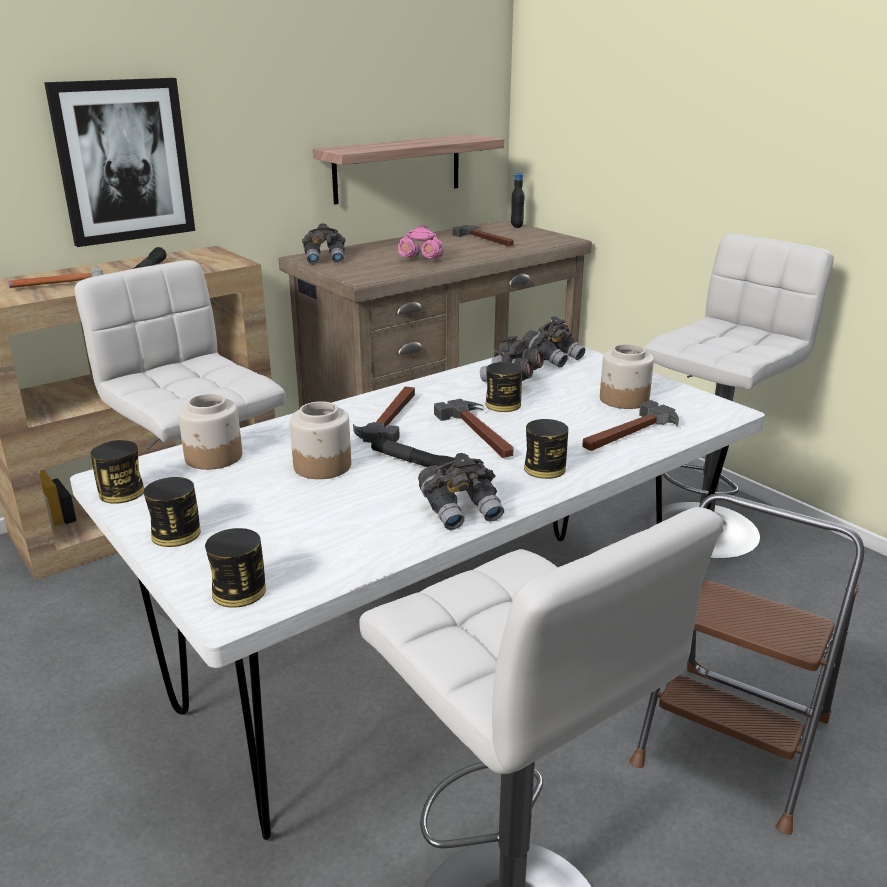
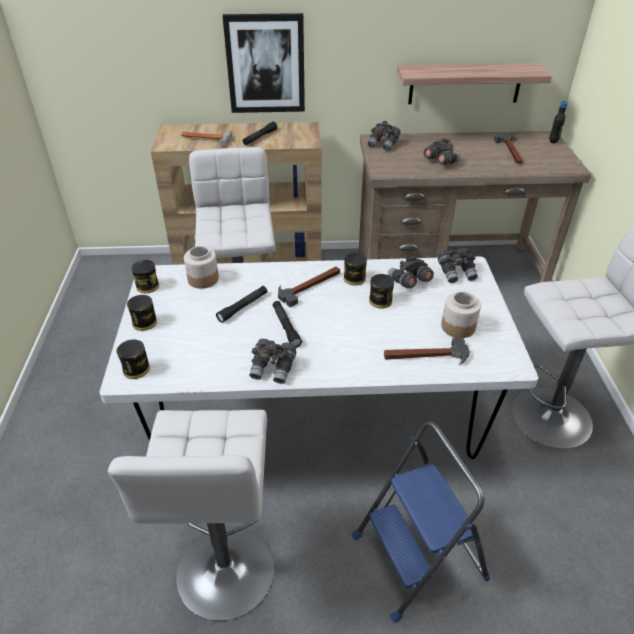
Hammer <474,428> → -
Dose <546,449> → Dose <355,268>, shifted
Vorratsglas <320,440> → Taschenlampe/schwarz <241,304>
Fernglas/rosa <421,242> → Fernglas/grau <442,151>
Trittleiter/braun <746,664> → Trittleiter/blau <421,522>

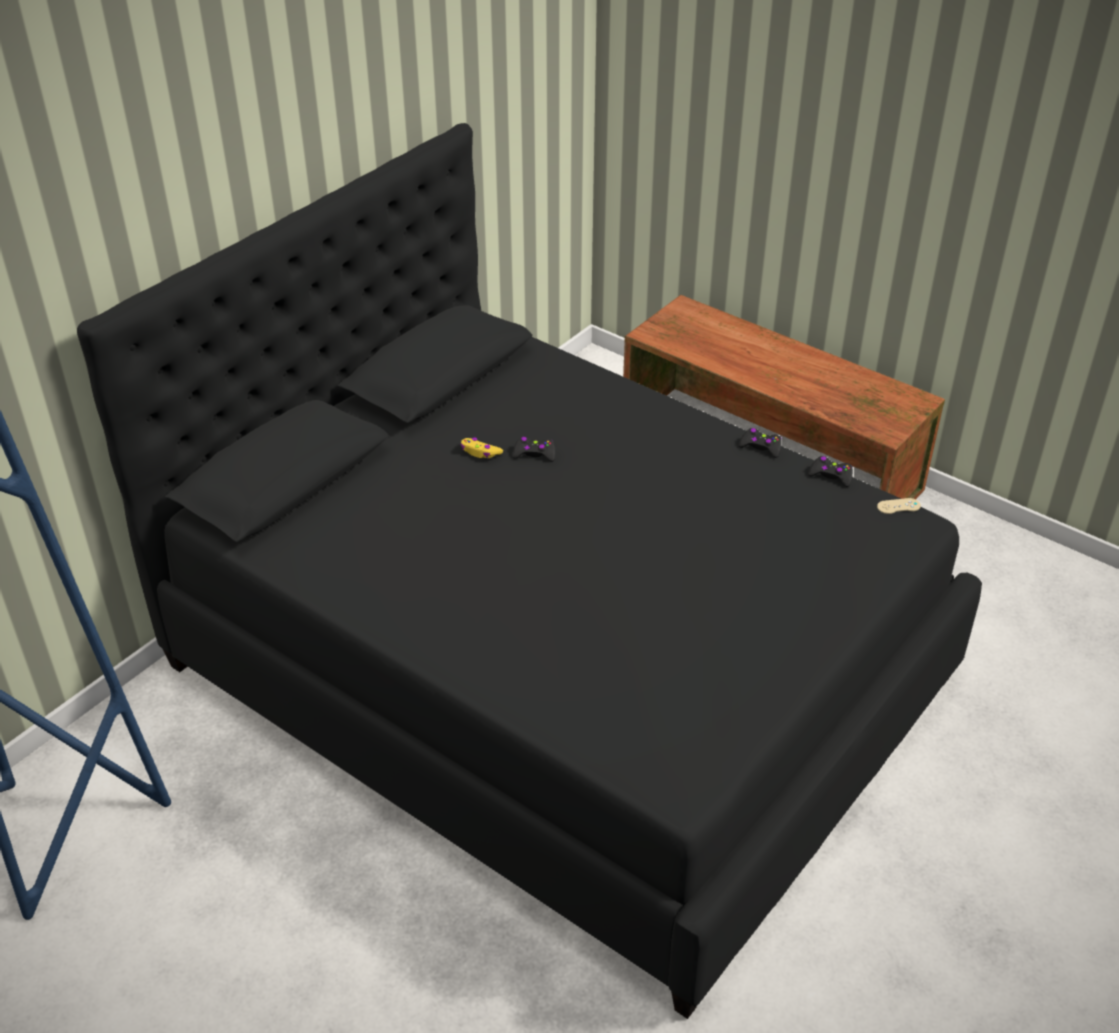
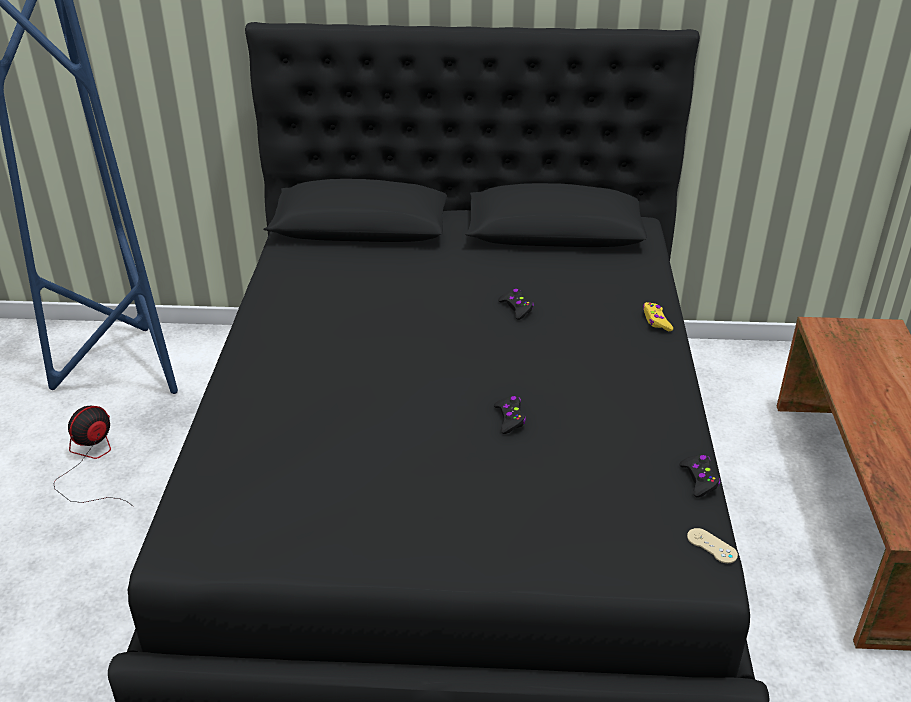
- → Ventilator <93,456>
Gamepad/gelb <481,448> → Gamepad/gelb <658,316>, shifted
Gamepad/schwarz <760,443> → Gamepad/schwarz <510,415>, shifted

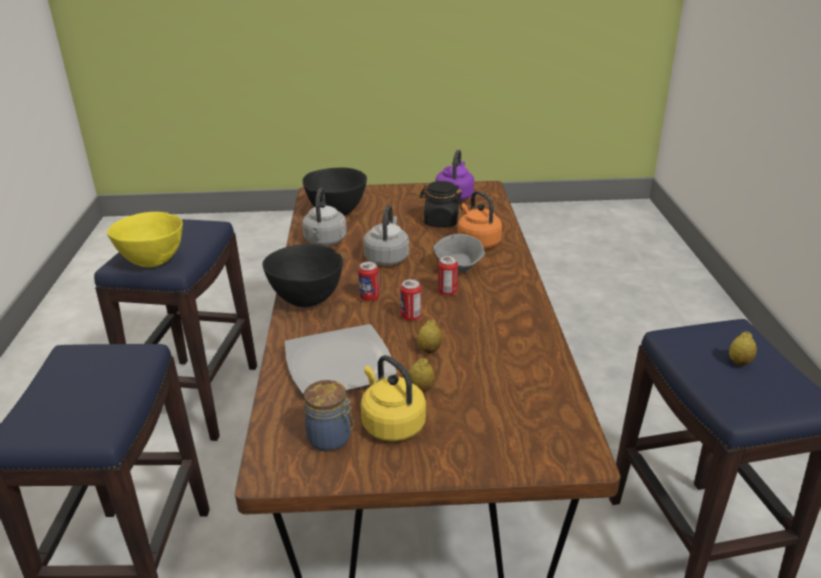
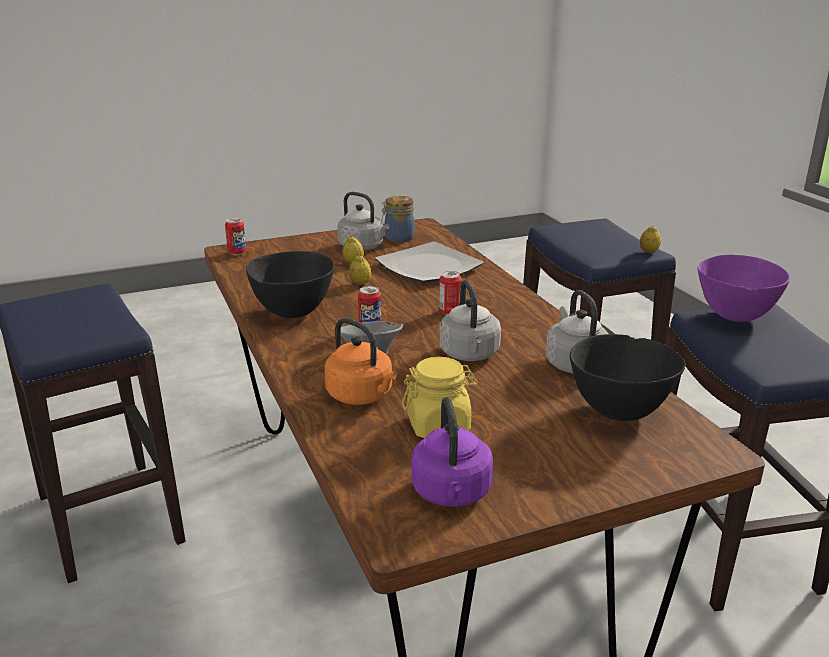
Schüssel/schwarz <302,275> → Schüssel/schwarz <290,284>, shifted
Dose <411,300> → Dose <235,236>, shifted
Zitrone <743,349> → Zitrone <650,239>, shifted
Schüssel/gelb <145,239> → Schüssel/lila <744,288>
Wasserkessel/gelb <393,398> → Wasserkessel/grau <363,221>
Vorratsglas/schwarz <441,204> → Vorratsglas/gelb <440,397>

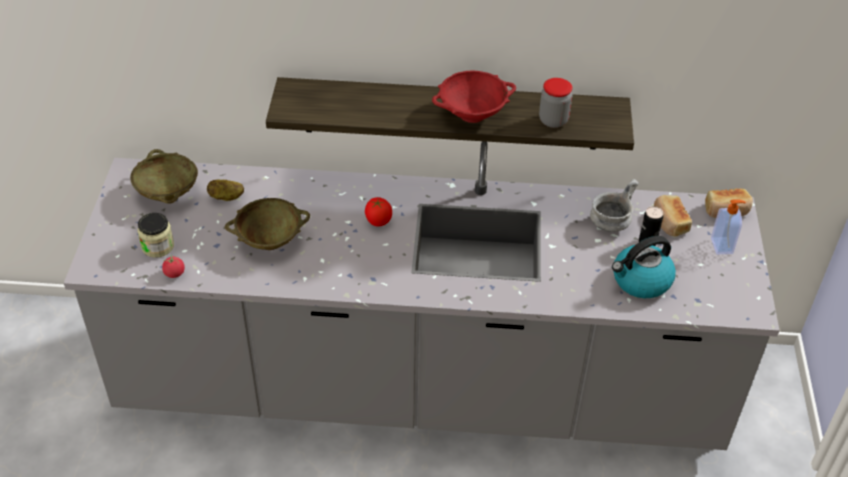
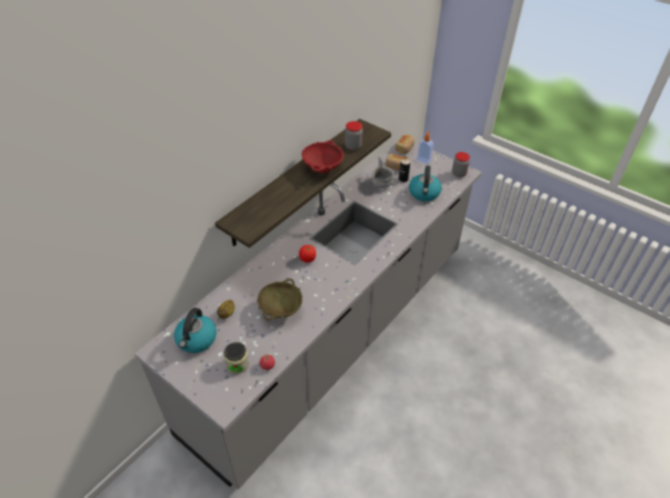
- → Vorratsglas <461,164>
Schüssel/beige <164,176> → Wasserkessel <195,330>

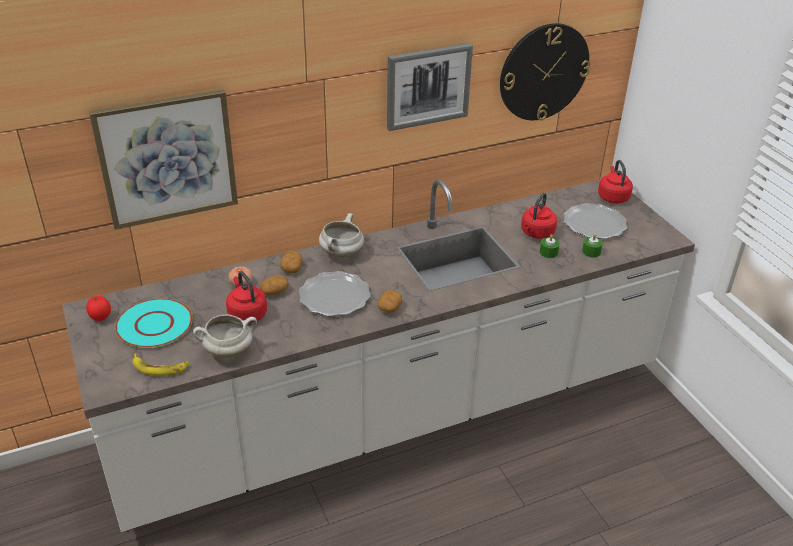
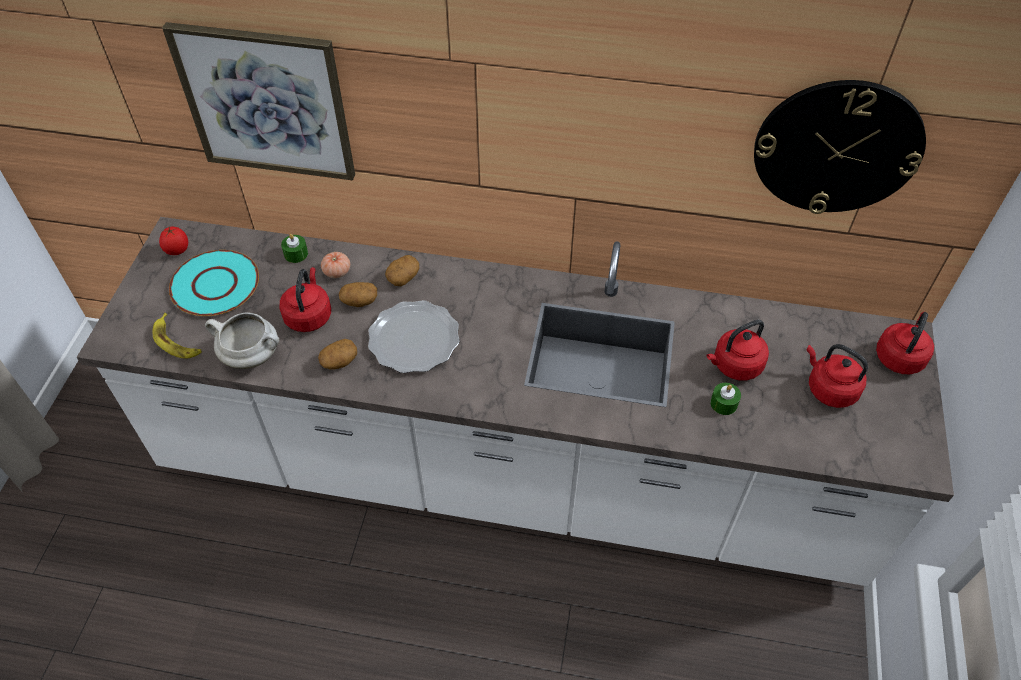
Kochtopf/weiß <341,235> → -
Bild <430,87> → -
Kartoffel <390,301> → Kartoffel <337,354>, shifted
Kerze/grün <592,245> → Kerze/grün <294,248>, shifted
Teller <595,221> → Wasserkessel/rot <837,376>

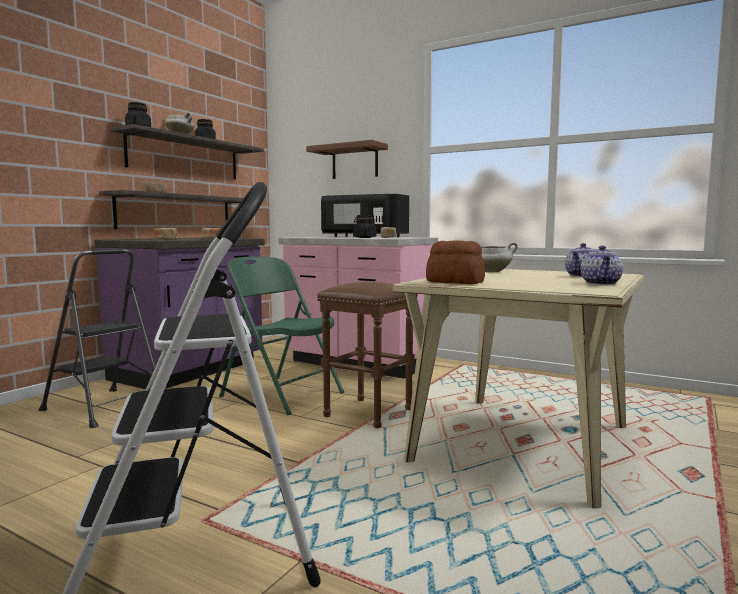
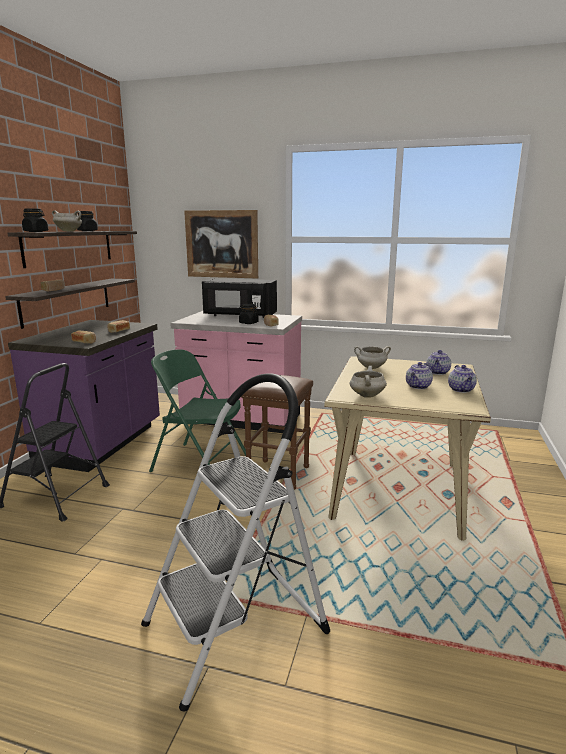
- → Teekanne <419,375>
Wandregal/braun <347,159> → Bild <221,244>
Brot <455,262> → Kochtopf/weiß <368,382>

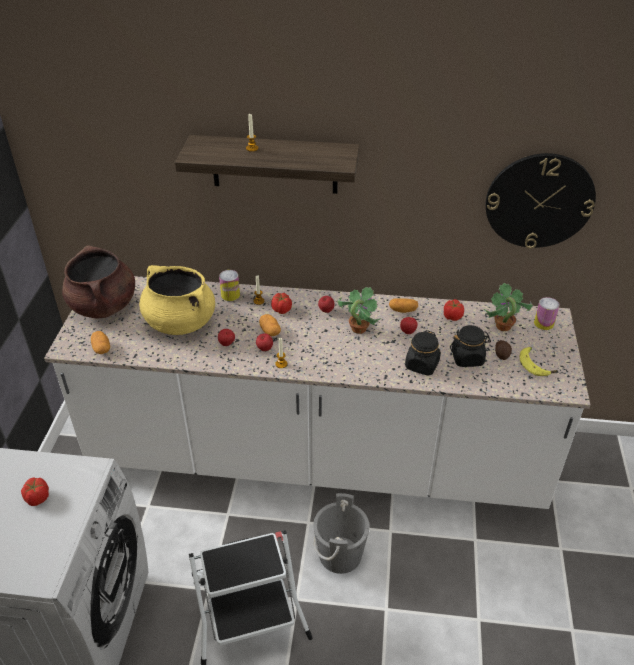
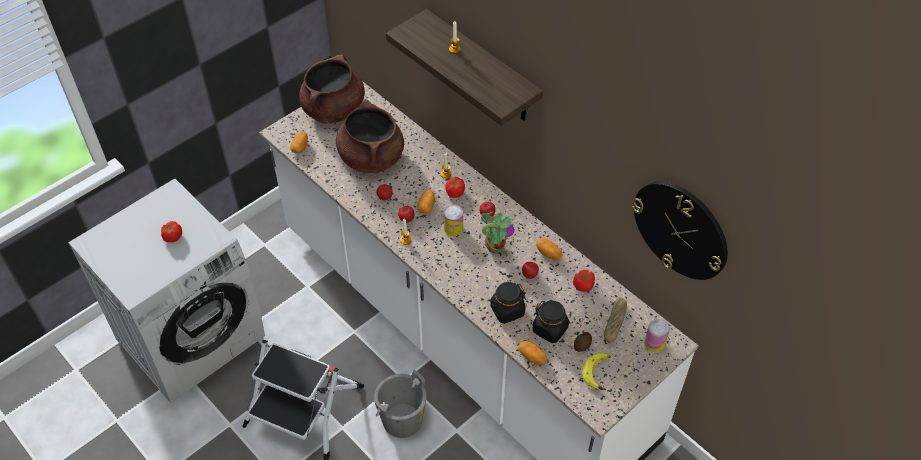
- → Kartoffel <532,353>
Dose <229,285> → Dose <453,220>, shifted
Topfpflanze <508,307> → Brot <615,320>
Kochtopf/gelb <177,300> → Kochtopf/braun <370,136>

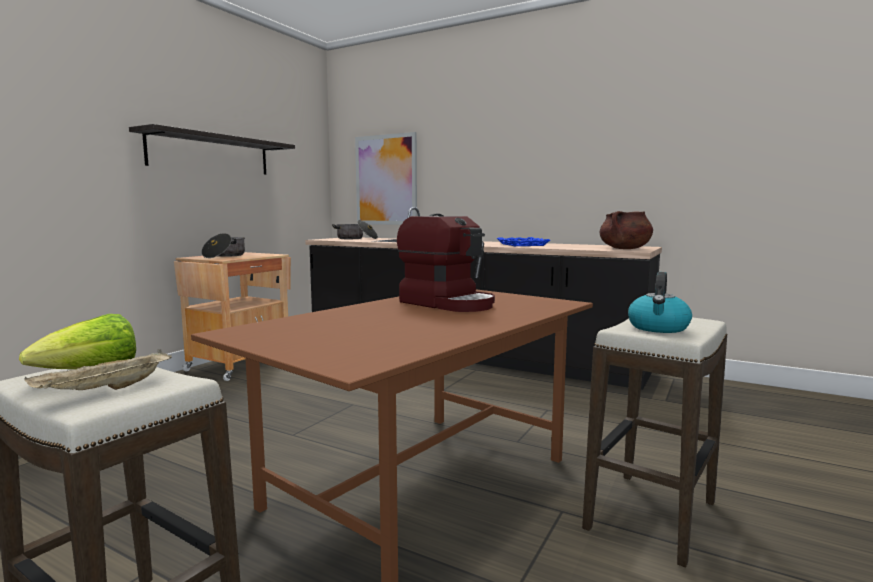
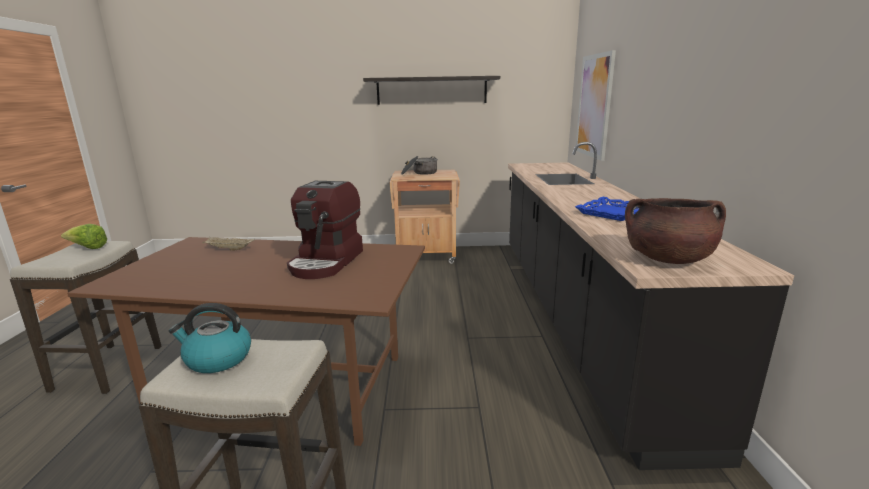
Kochtopf <355,229> → -
Tablett/beige <98,369> → Tablett/beige <228,244>, shifted

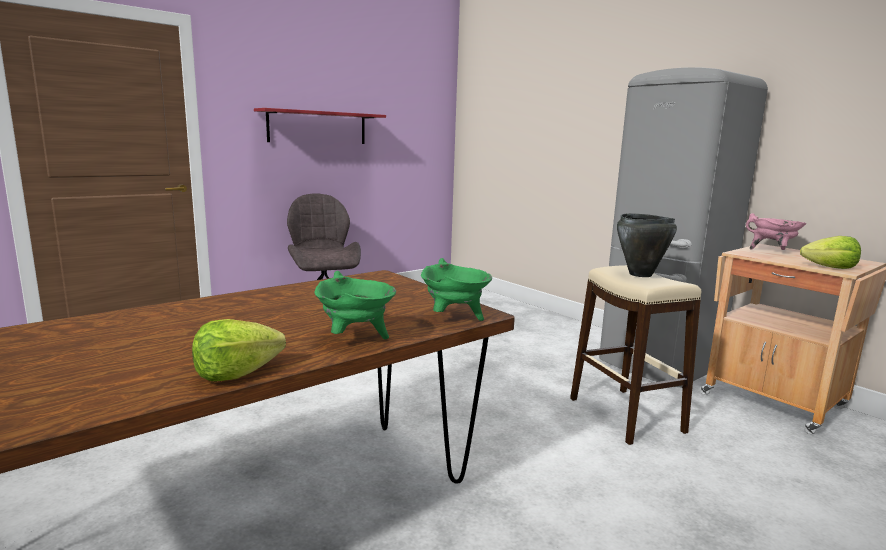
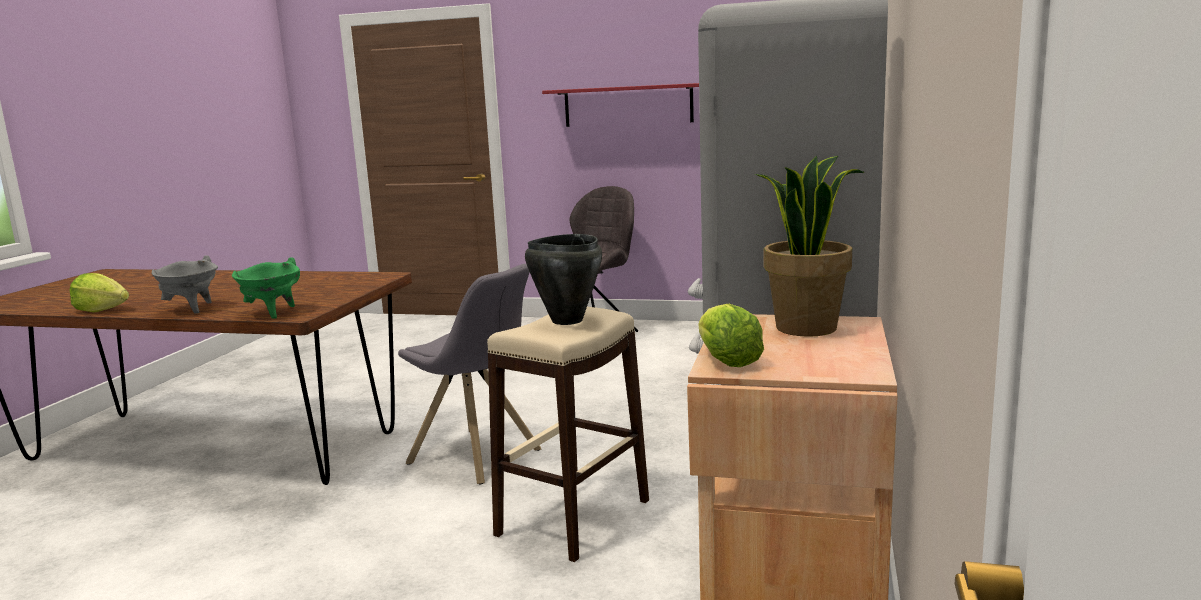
- → Stuhl/grau <469,374>
Kochtopf/rosa <776,231> → Topfpflanze <809,246>
Kochtopf/grün <355,305> → Kochtopf/grau <185,285>

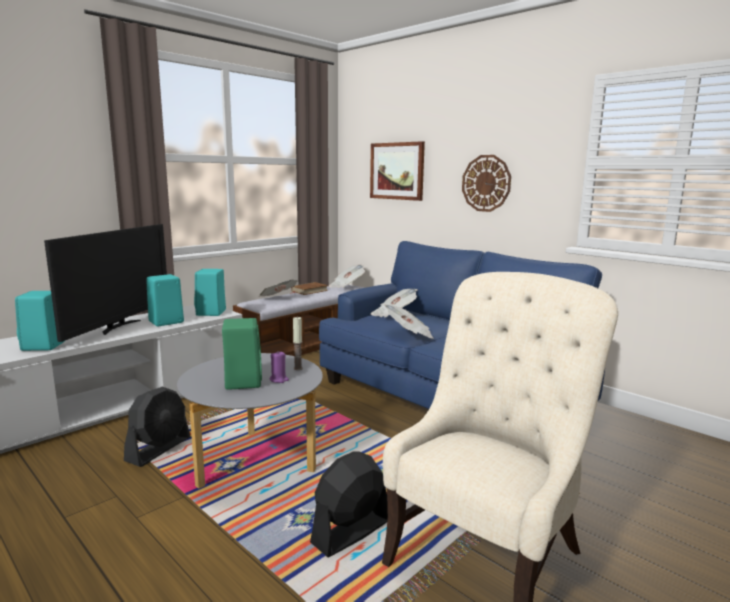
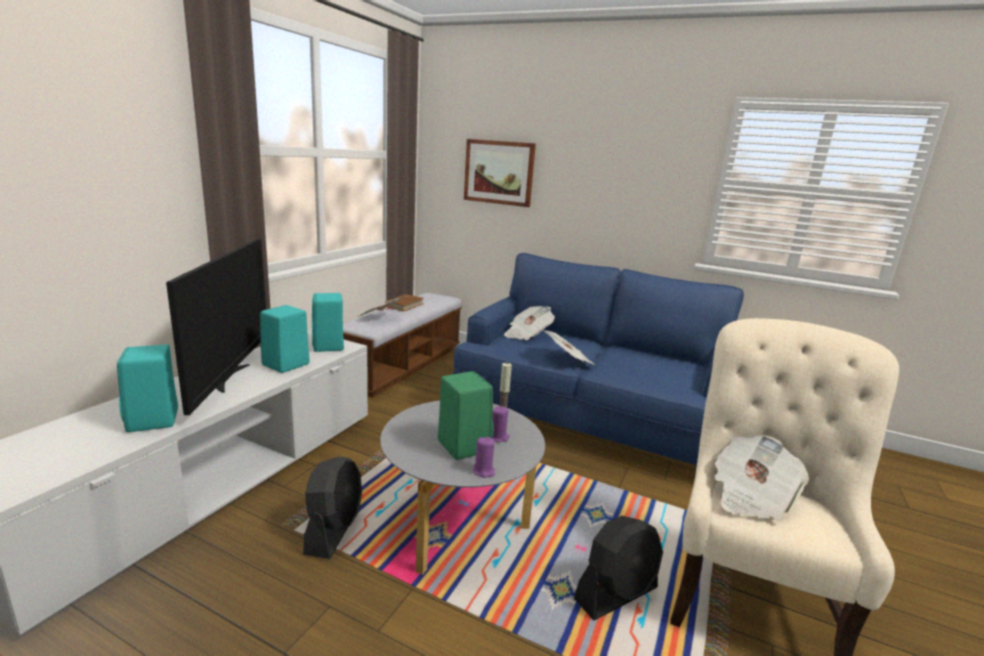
Wanduhr <486,183> → -
- → Kerze/lila <484,457>
Zeitung <347,276> → Zeitung <761,478>, shifted
Ventilator/schwarz <349,505> → Ventilator/schwarz <618,568>, 150 degrees counterclockwise

